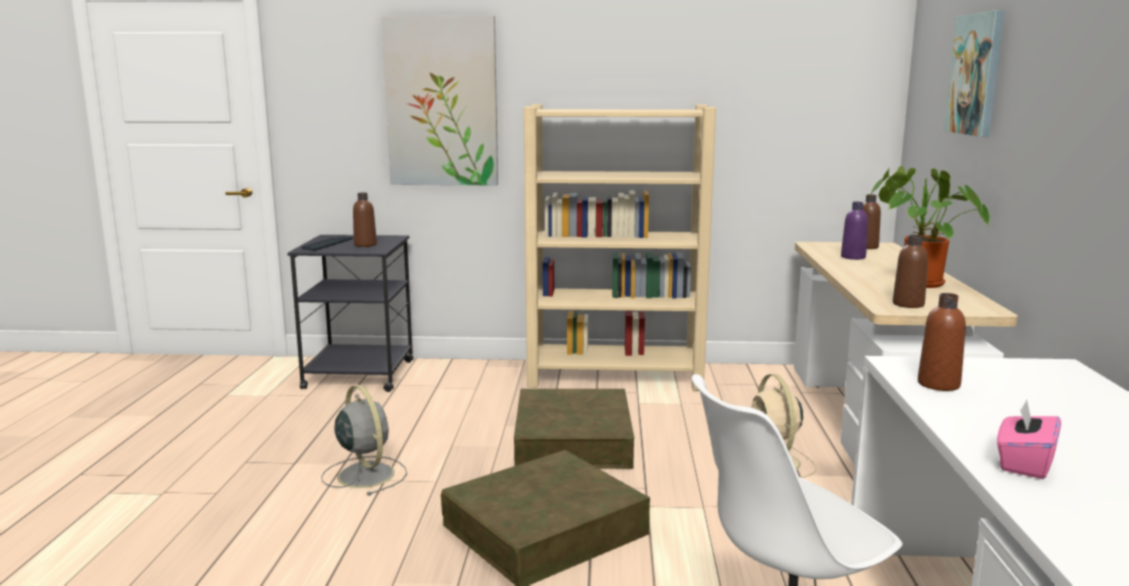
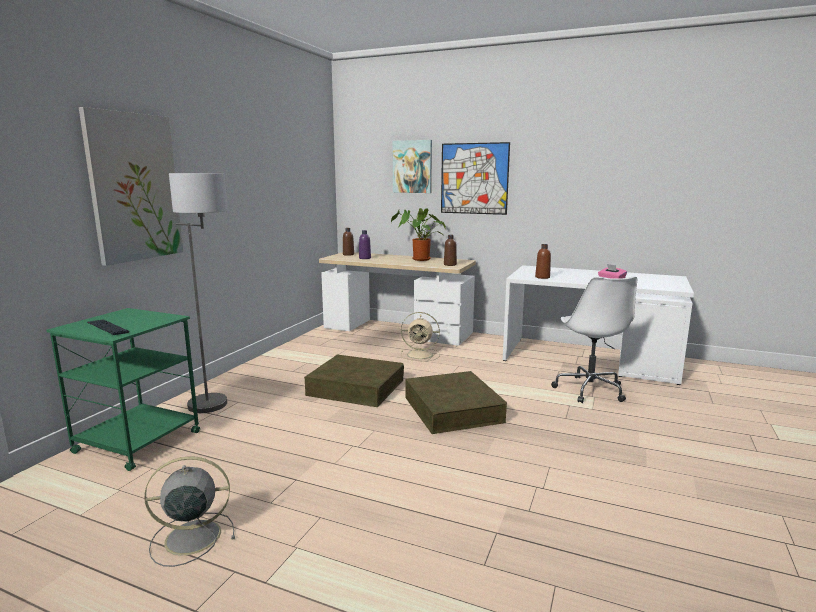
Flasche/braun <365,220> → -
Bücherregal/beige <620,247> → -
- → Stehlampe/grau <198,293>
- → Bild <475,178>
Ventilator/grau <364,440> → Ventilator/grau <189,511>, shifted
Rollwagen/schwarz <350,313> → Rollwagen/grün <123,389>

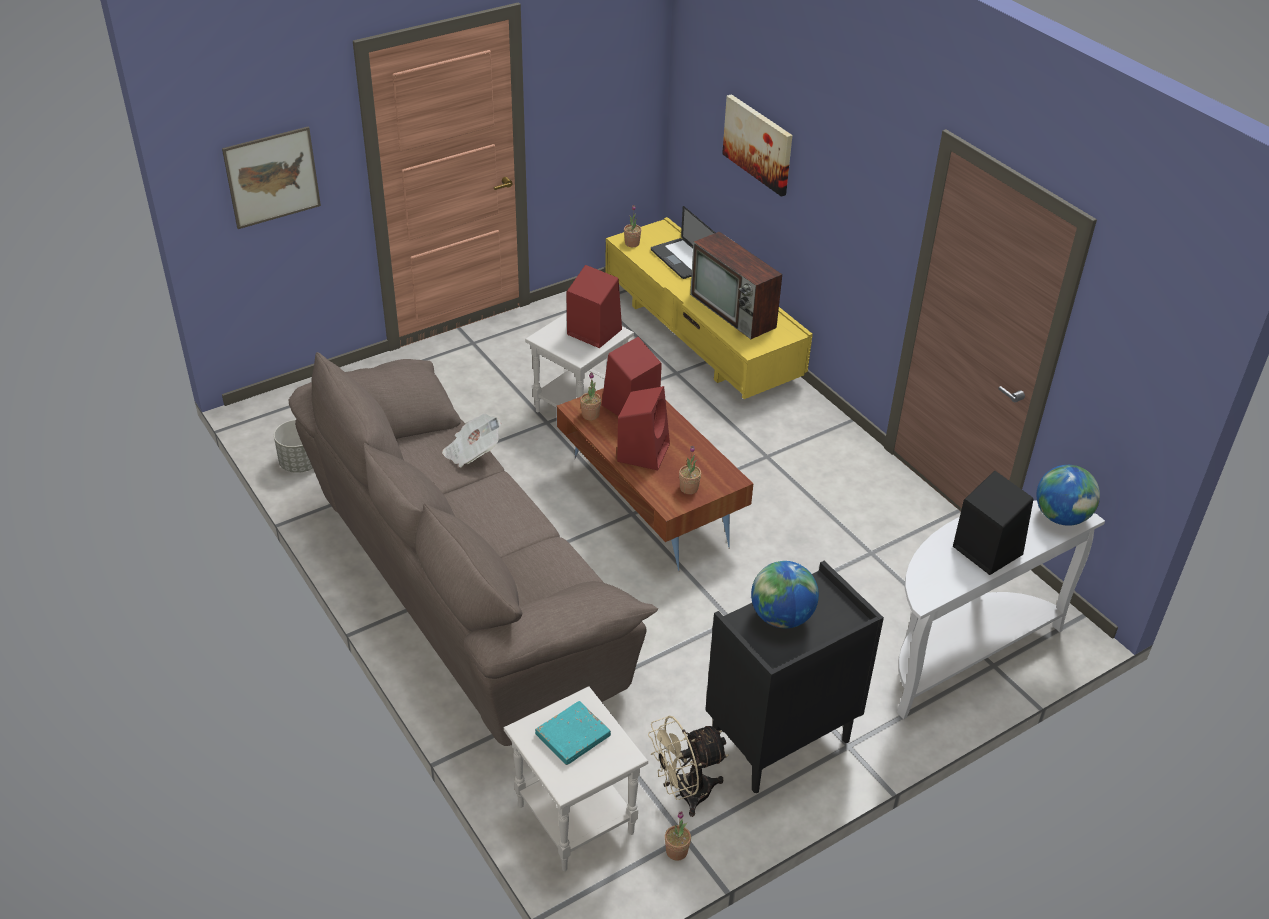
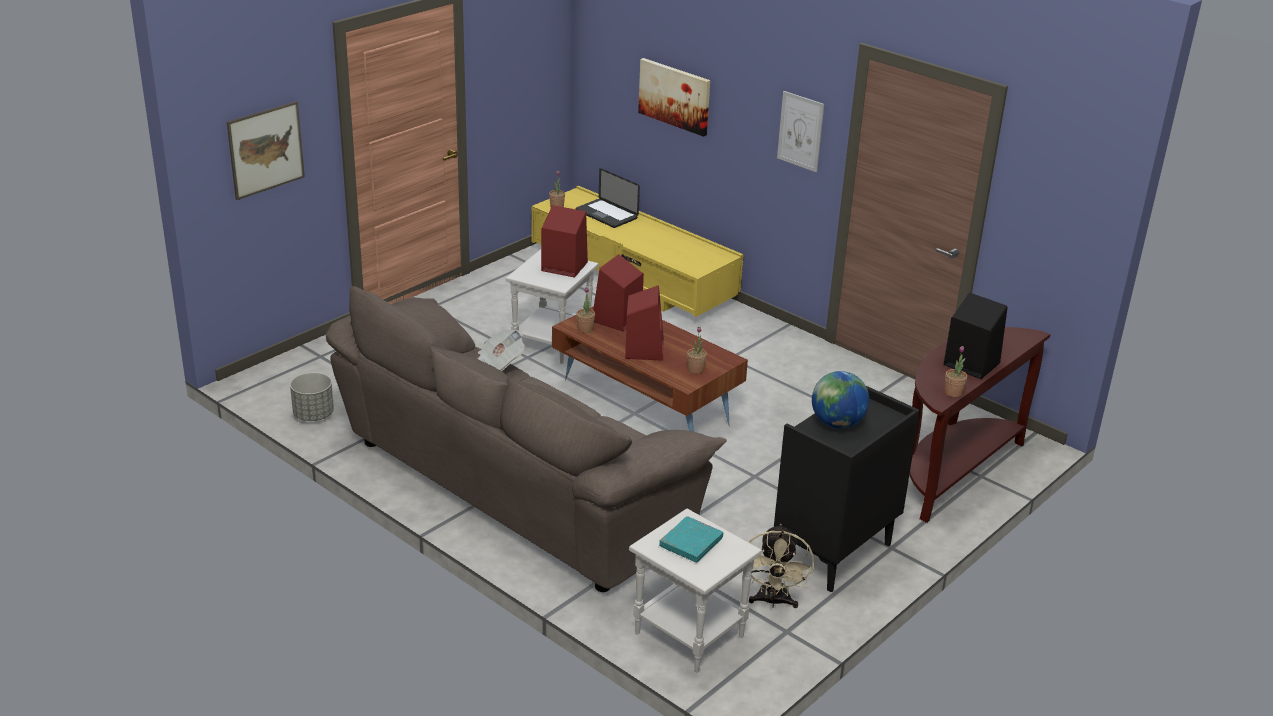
Fernseher <736,285> → -
Globus <1068,495> → -
- → Bild <800,131>
Topfpflanze <678,836> → Topfpflanze <956,371>, shifted
Konsolentisch/weiß <1001,609> → Konsolentisch/braun <980,425>
Ventilator/beige <688,766> → Ventilator/beige <781,566>, 45 degrees counterclockwise

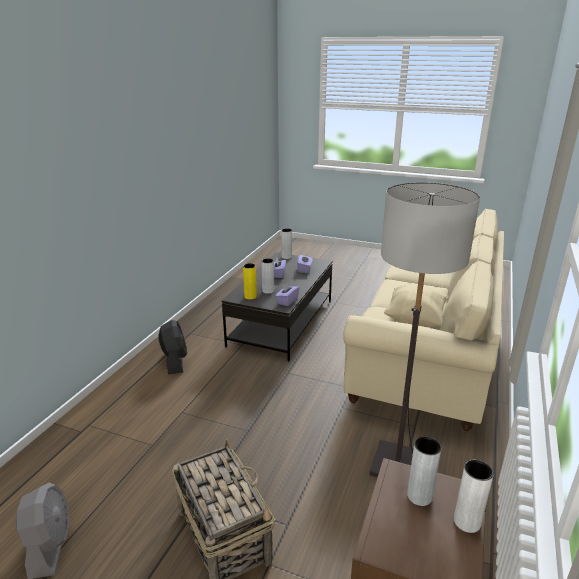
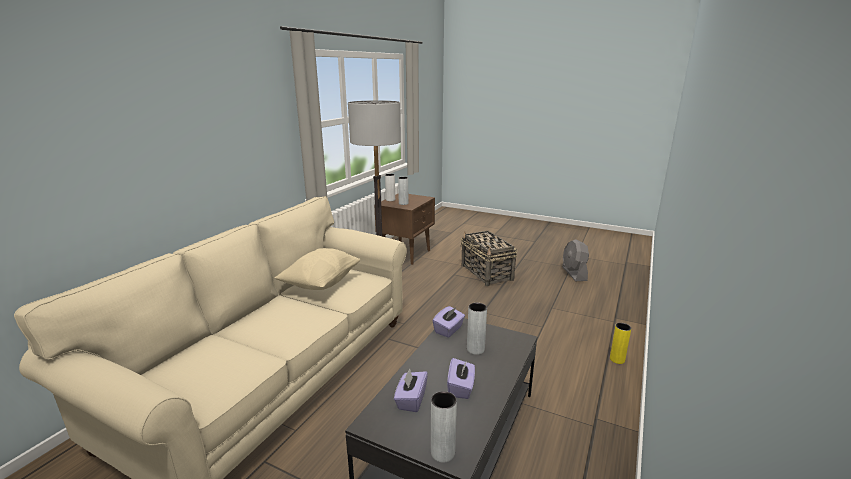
Ventilator/schwarz <172,347> → -
Vase/gelb <250,281> → Vase/gelb <620,343>, shifted

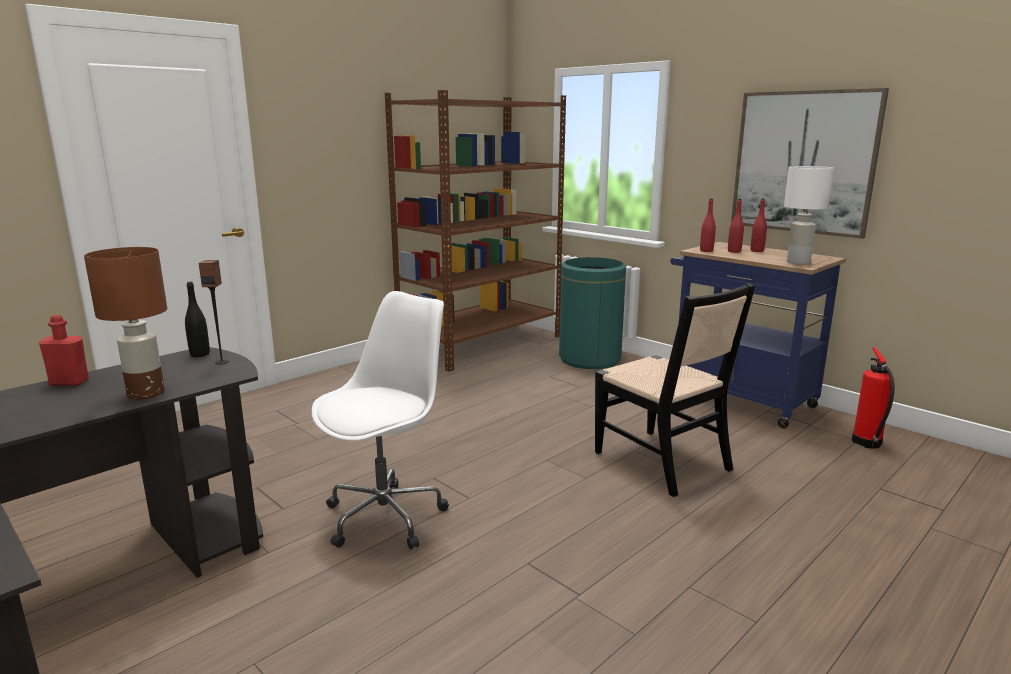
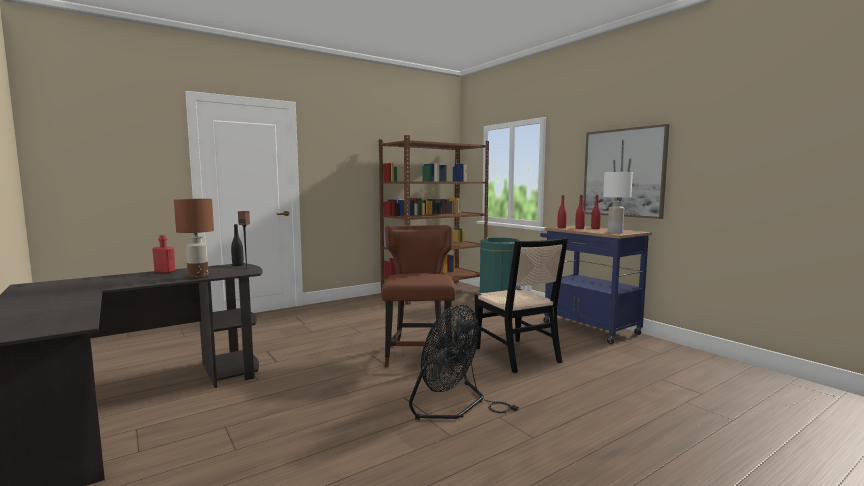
Bürostuhl/weiß <380,420> → -
Feuerlöscher <873,398> → -
- → Stuhl/braun <418,296>
- → Ventilator/schwarz <464,362>

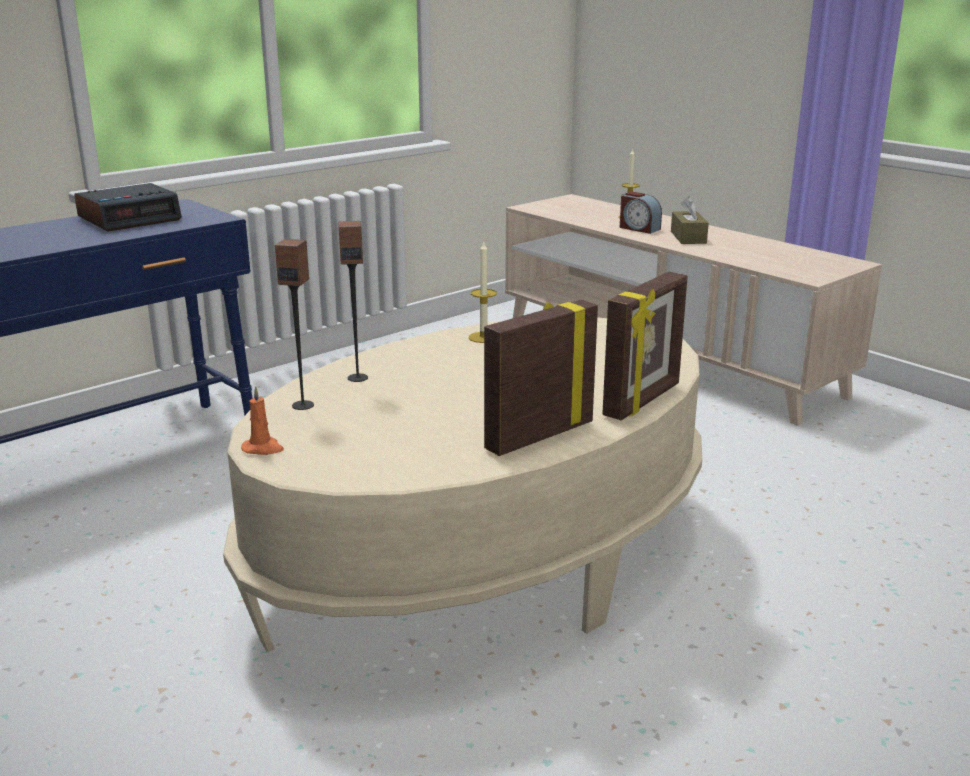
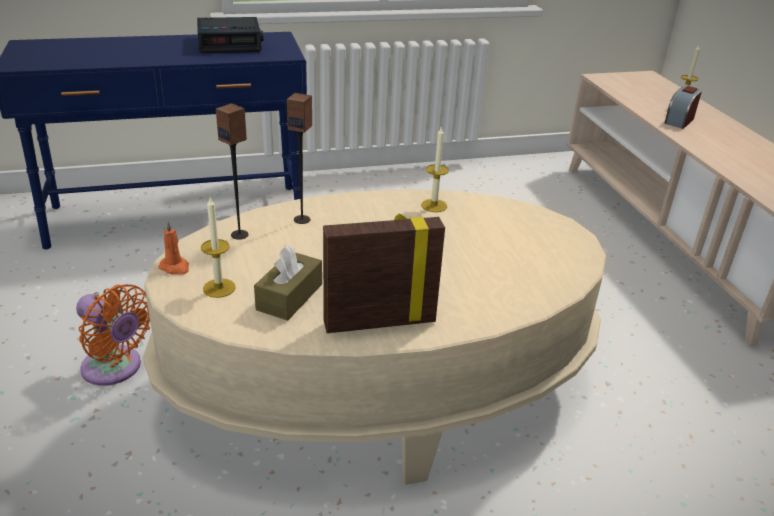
Bilderrahmen <644,346> → -
- → Ventilator/orange <113,335>
- → Kerze <218,248>
Taschentuchbox/braun <690,220> → Taschentuchbox/braun <288,283>, shifted
Wecker <641,212> → Wecker <683,107>, 60 degrees clockwise

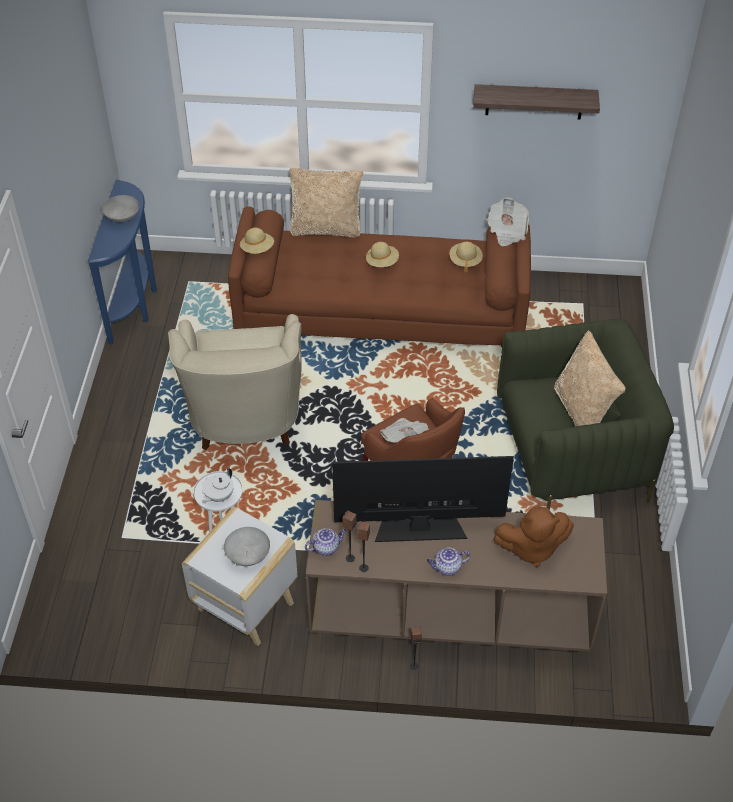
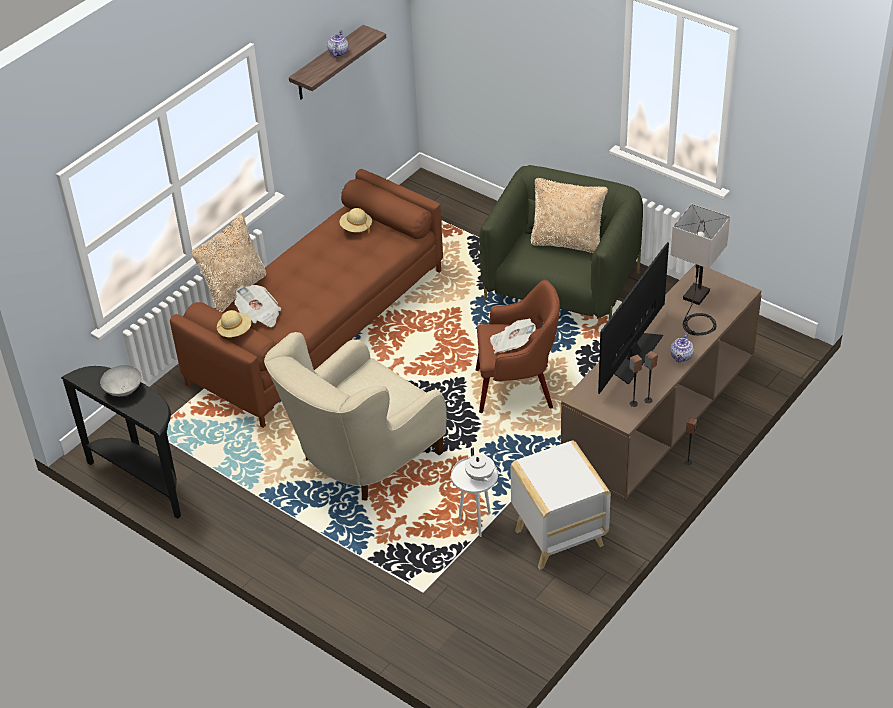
Schüssel/grau <247,546> → -
Hut/beige <382,254> → -
Teekanne <326,542> → Teekanne <338,43>, shifted
Zeitung <508,221> → Zeitung <258,306>, shifted
Plüschtier/braun <533,536> → Tischlampe <700,269>
Konsolentisch/blau <122,262> → Konsolentisch/schwarz <121,442>
Sessel/beige <235,382> → Sessel/beige <355,416>, 105 degrees clockwise

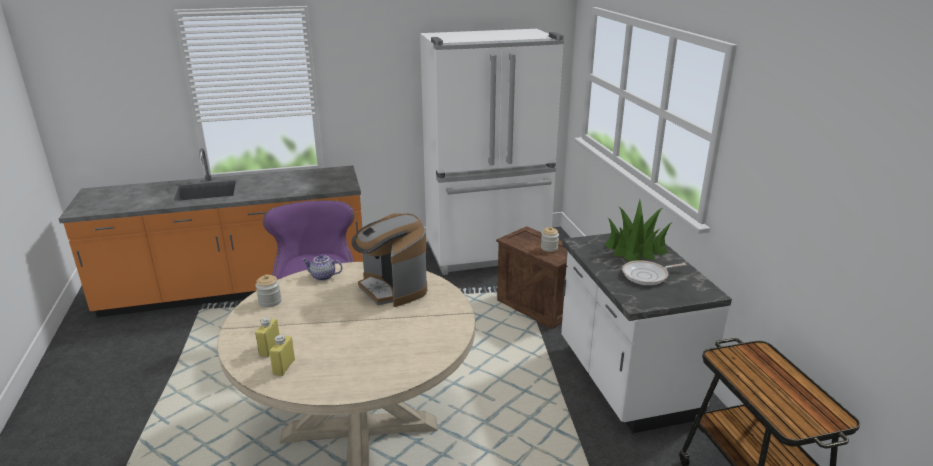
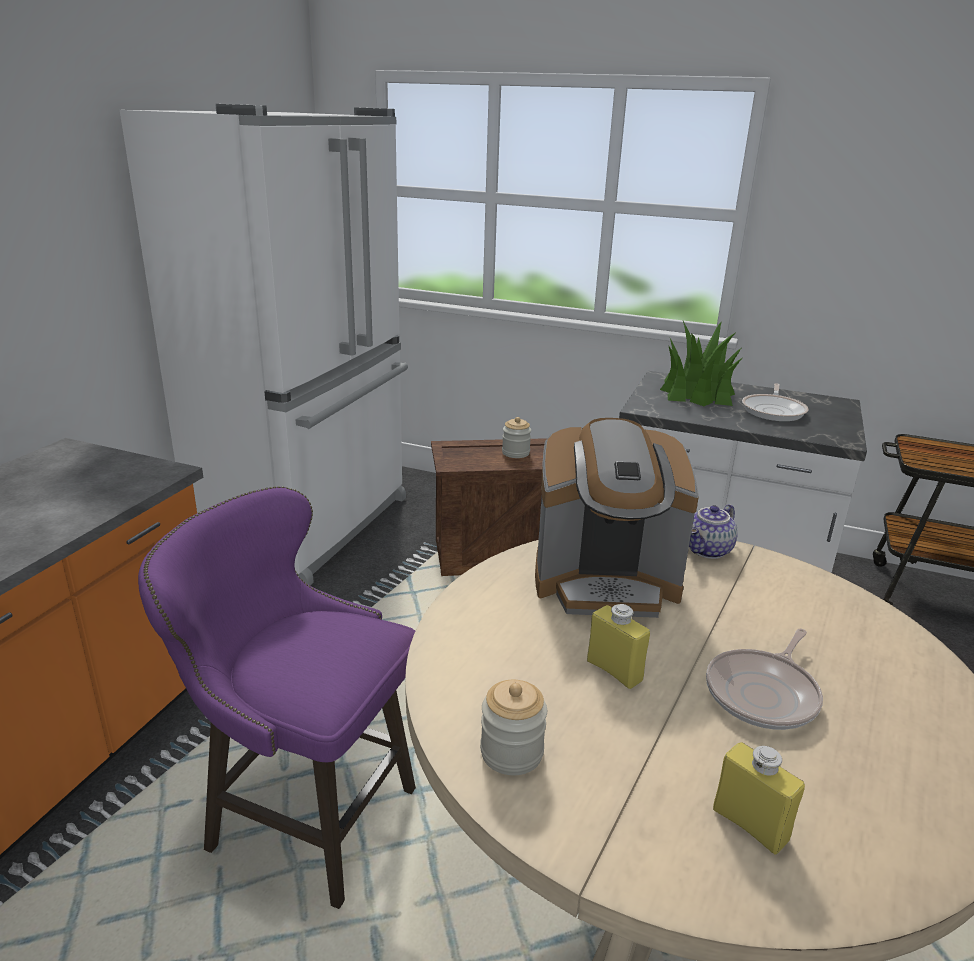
- → Pfanne <764,679>
Flasche/gelb <282,355> → Flasche/gelb <618,646>, shifted
Teekanne <322,267> → Teekanne <713,531>, shifted

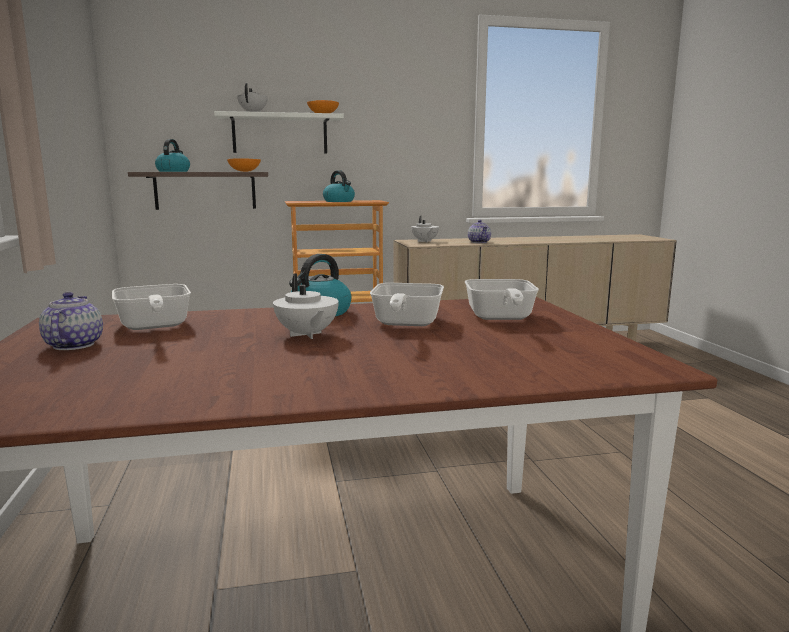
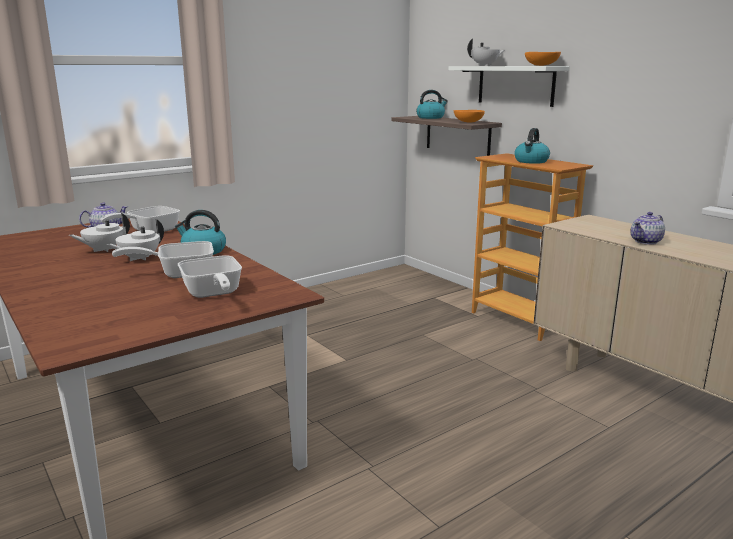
Teekanne/weiß <425,229> → Teekanne/weiß <99,232>, shifted
Pfanne <502,299> → Pfanne <210,276>, 90 degrees counterclockwise

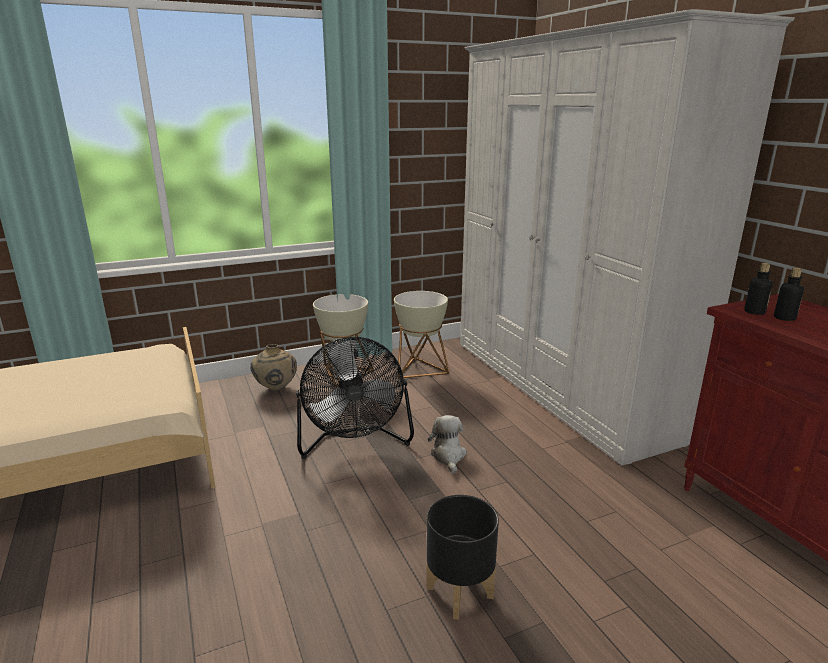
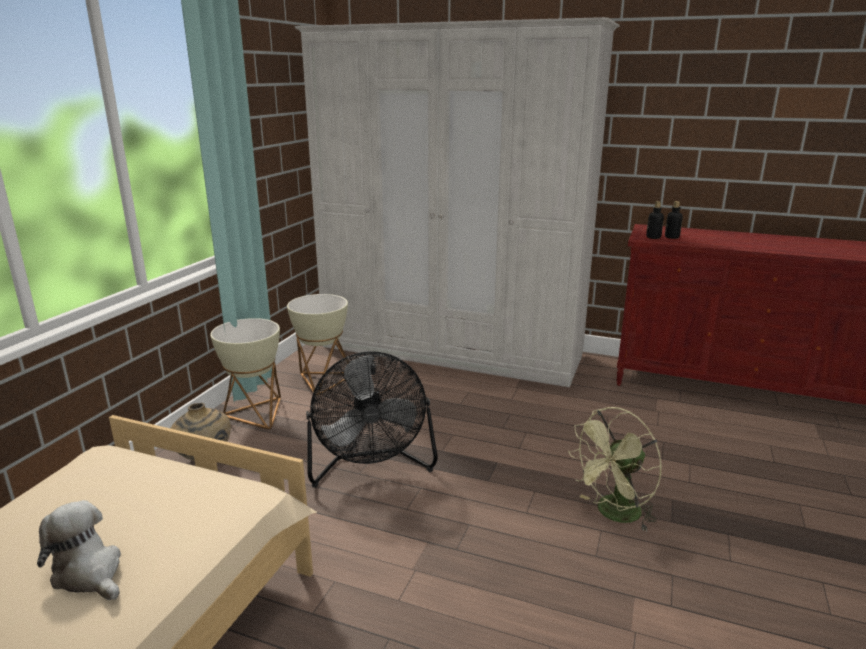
Plüschtier <447,444> → Plüschtier <79,550>, shifted
Pflanzkübel/schwarz <462,557> → Ventilator/grün <615,469>
Ventilator/schwarz <355,398> → Ventilator/schwarz <372,419>, 45 degrees clockwise

